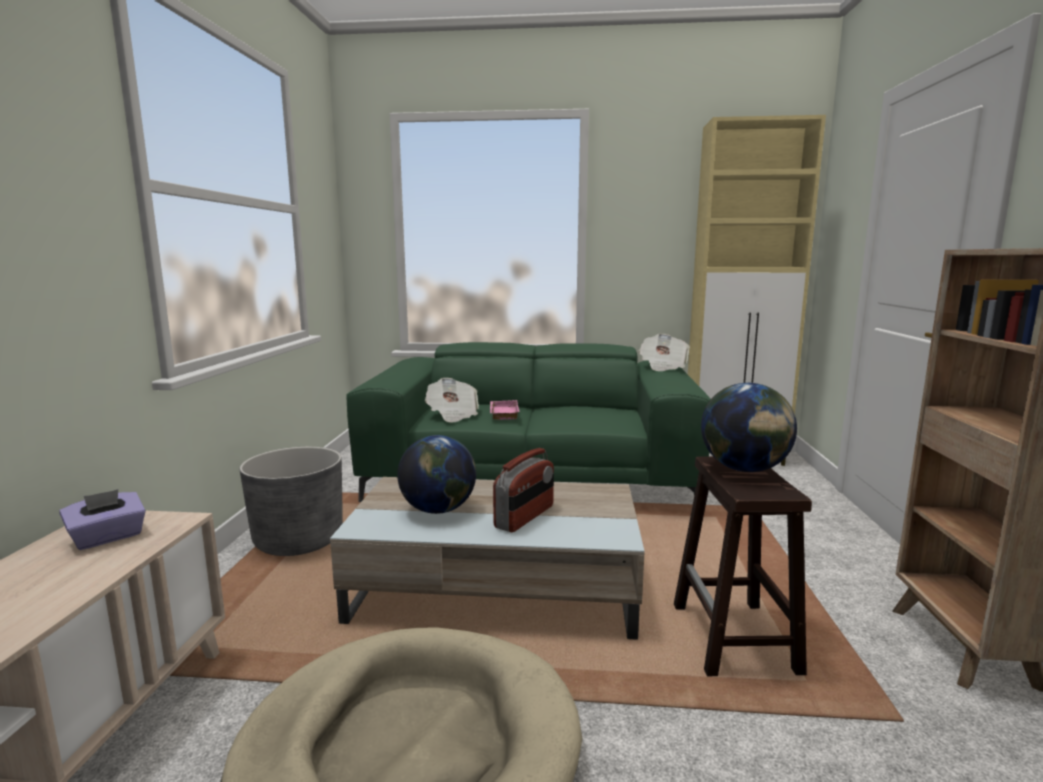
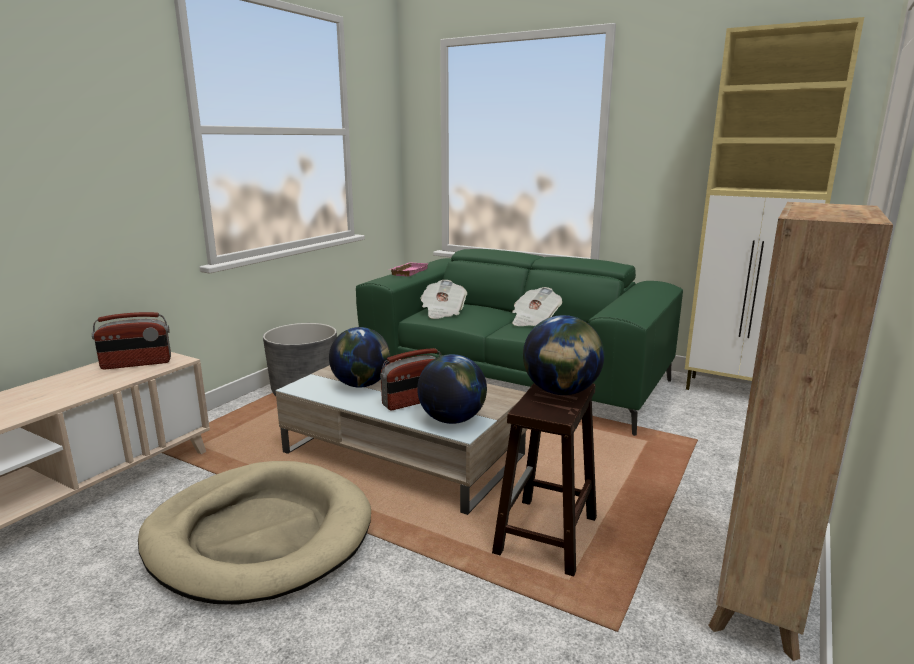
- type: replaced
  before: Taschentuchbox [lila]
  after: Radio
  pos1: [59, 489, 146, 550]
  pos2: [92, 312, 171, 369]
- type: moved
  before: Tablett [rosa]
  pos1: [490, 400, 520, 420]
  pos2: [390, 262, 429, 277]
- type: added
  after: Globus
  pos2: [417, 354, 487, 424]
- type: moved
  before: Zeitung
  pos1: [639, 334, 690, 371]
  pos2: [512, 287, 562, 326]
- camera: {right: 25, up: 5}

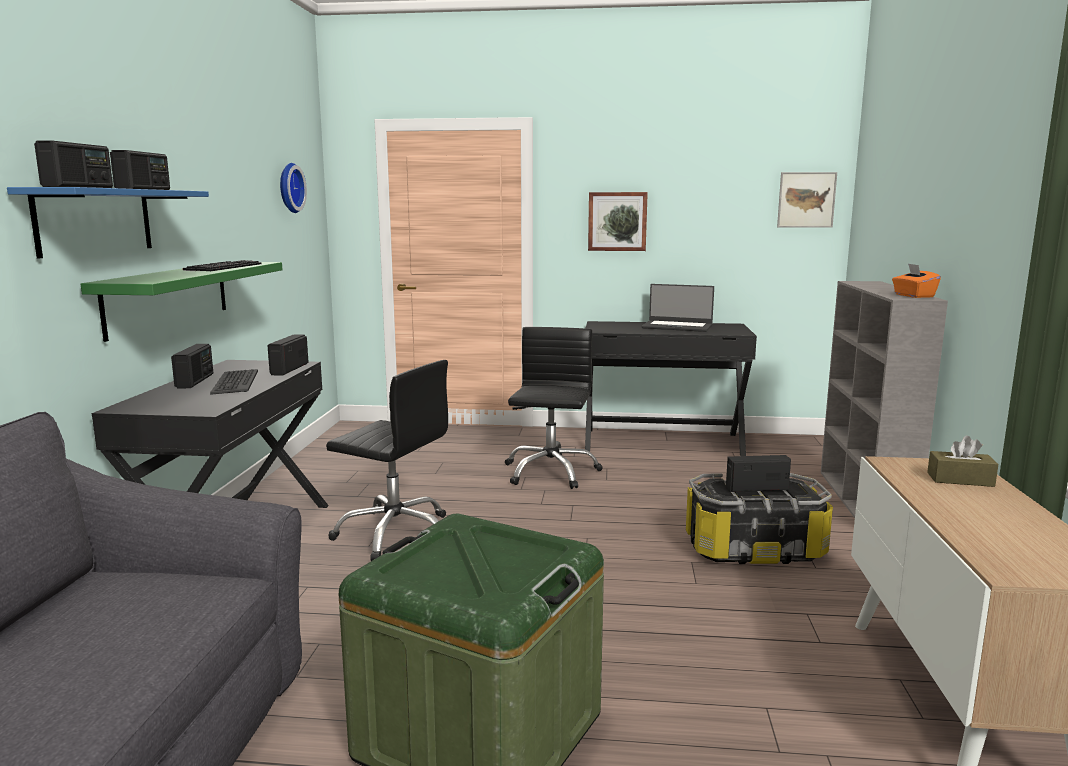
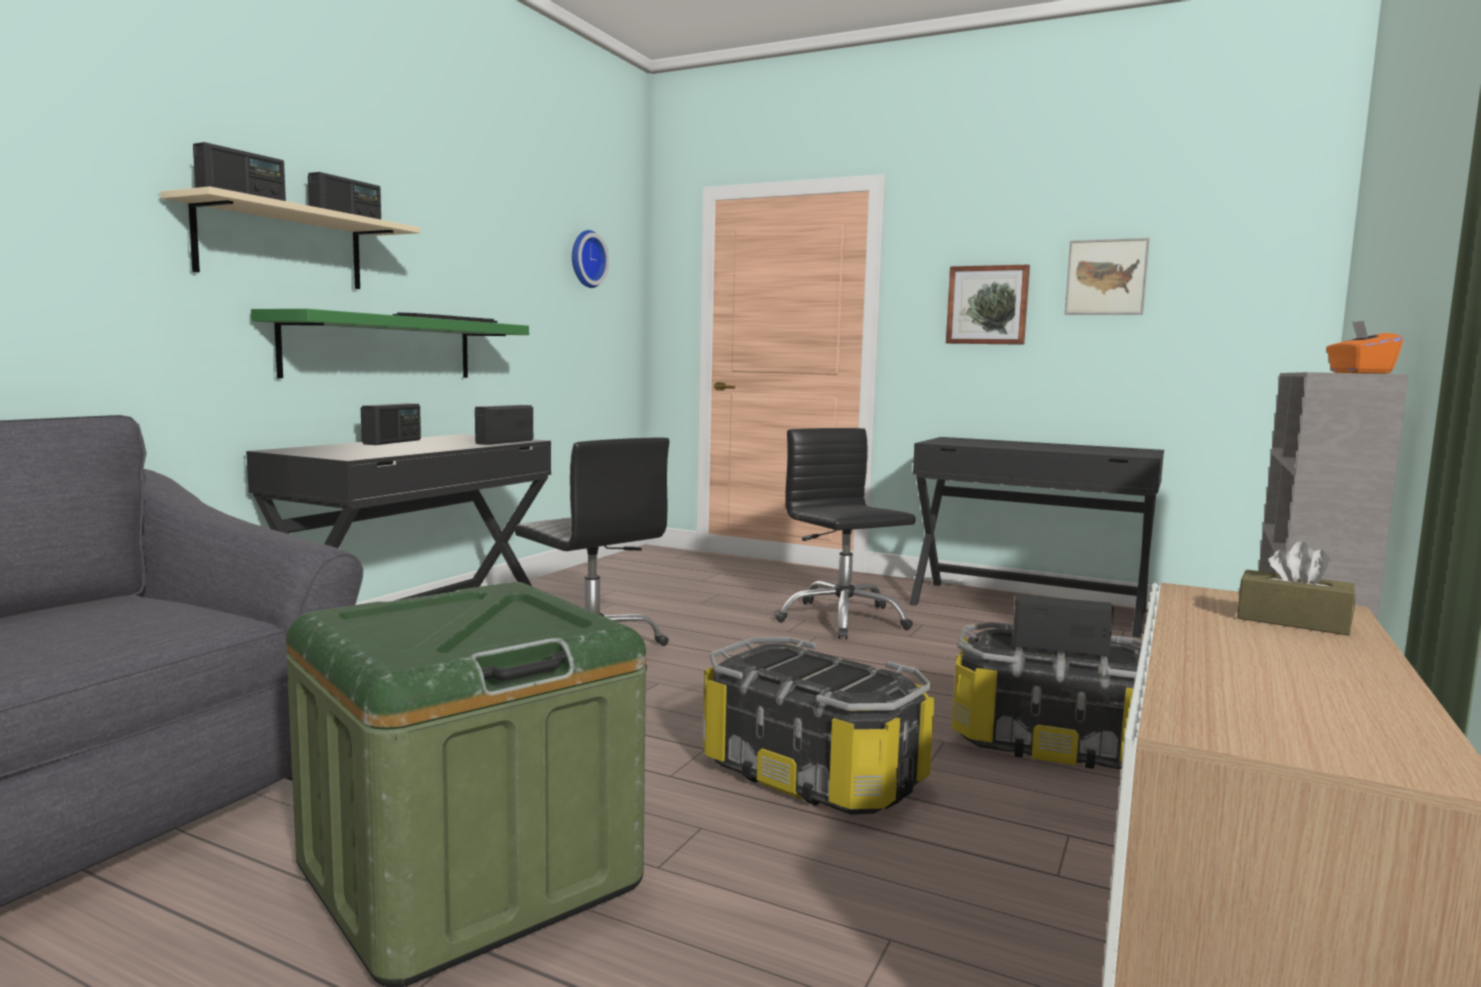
- type: recoloured
  before: Wandregal [blau]
  after: Wandregal [beige]
  pos1: [7, 187, 209, 258]
  pos2: [160, 186, 420, 289]
- type: added
  after: Aufbewahrungsbox
  pos2: [702, 637, 935, 815]
- type: turned
  before: Bürostuhl [schwarz]
  pos1: [505, 327, 603, 489]
  pos2: [775, 428, 916, 639]
  turn: -60
- type: moved
  before: Bild
  pos1: [777, 172, 837, 228]
  pos2: [1064, 238, 1150, 315]
- type: removed
  before: Tastatur
  pos1: [210, 369, 258, 395]
- type: removed
  before: Laptop
  pos1: [642, 284, 714, 332]
- camera: {right: 20, up: -5}

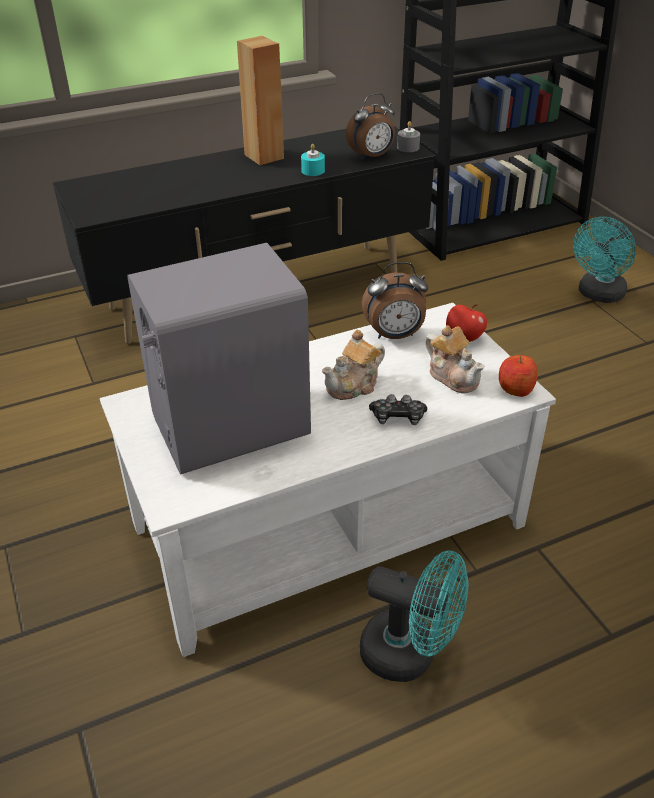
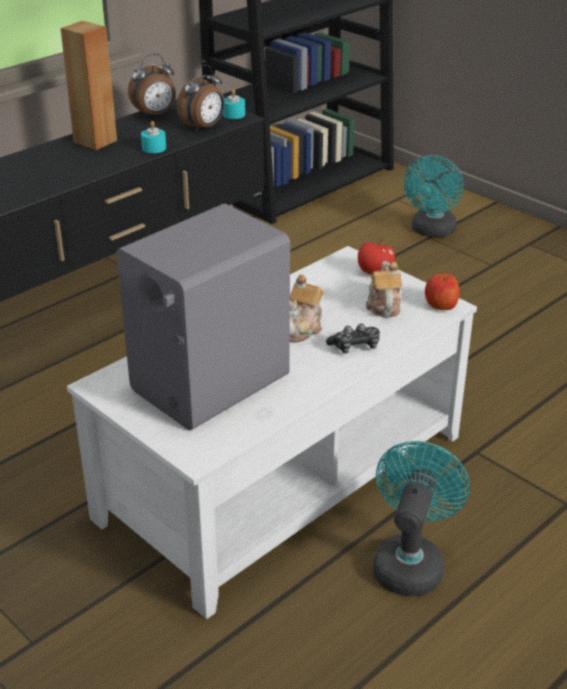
- type: moved
  before: Wecker
  pos1: [362, 262, 428, 339]
  pos2: [128, 54, 176, 118]
- type: recoloured
  before: Kerze [grau]
  after: Kerze [türkis]
  pos1: [397, 121, 420, 152]
  pos2: [223, 89, 245, 119]
- type: turned
  before: Teekanne
  pos1: [425, 325, 485, 394]
  pos2: [366, 261, 402, 317]
  turn: -120
- type: turned
  before: Ventilator [türkis]
  pos1: [360, 550, 469, 682]
  pos2: [373, 441, 469, 596]
  turn: -75
- camera: {right: -20, up: -5}

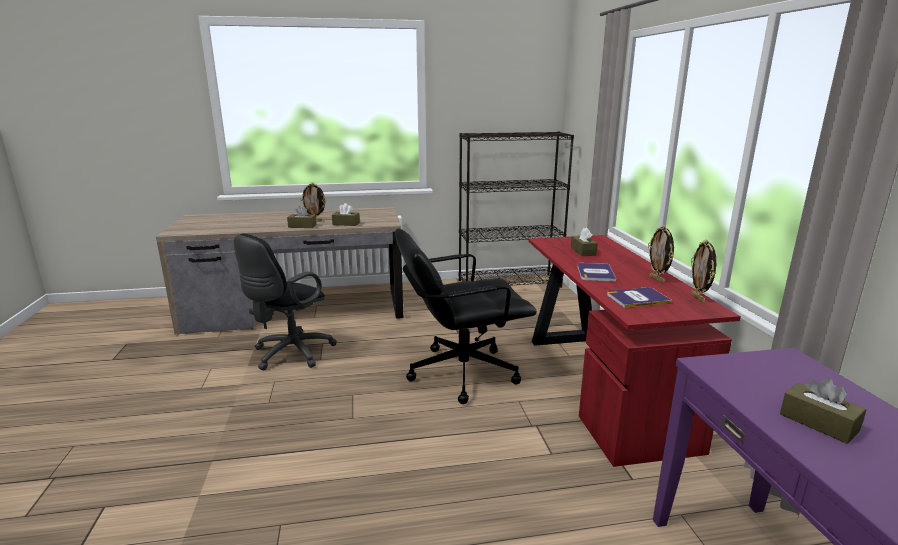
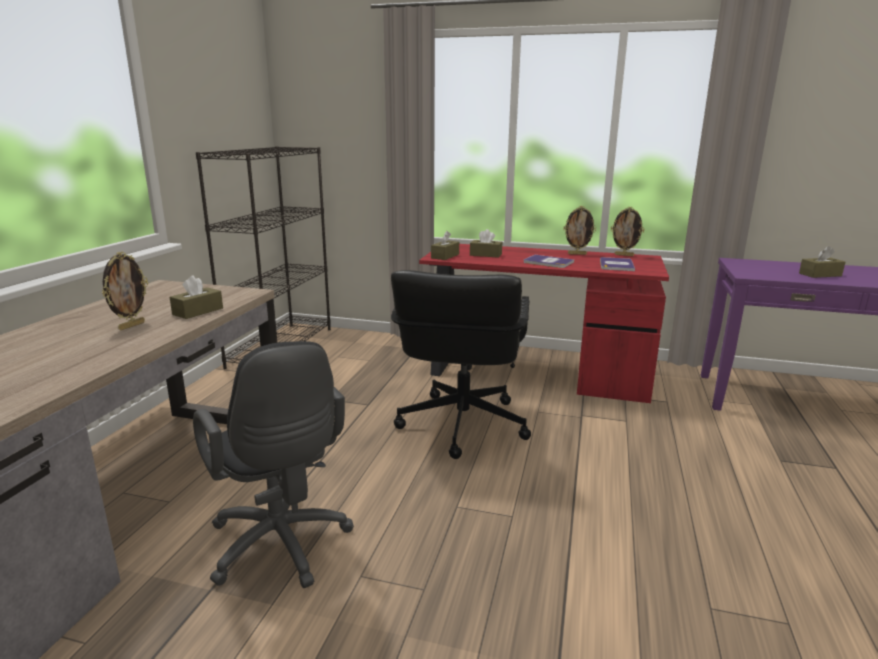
- type: moved
  before: Taschentuchbox [braun]
  pos1: [287, 206, 316, 228]
  pos2: [431, 231, 459, 260]
- camera: {right: -65, up: 0}

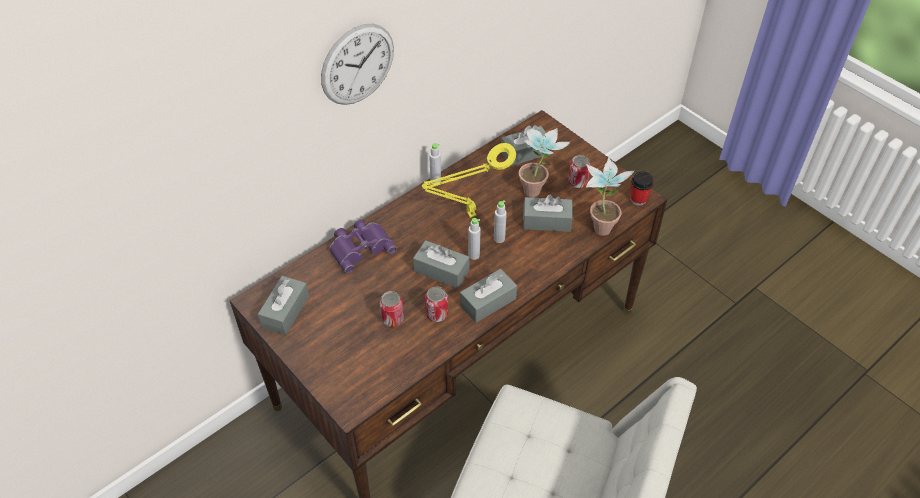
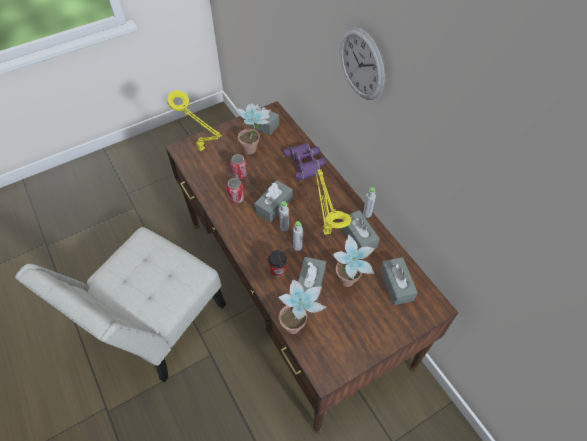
- type: added
  after: Tischlampe [gelb]
  pos2: [167, 91, 222, 152]
- type: added
  after: Topfpflanze
  pos2: [235, 103, 271, 154]
- type: moved
  before: Tasse
  pos1: [630, 171, 654, 206]
  pos2: [268, 250, 287, 277]
- type: moved
  before: Taschentuchbox [grau]
  pos1: [460, 269, 517, 323]
  pos2: [341, 210, 380, 249]
- type: removed
  before: Dose
  pos1: [568, 155, 590, 188]
- camera: {right: 100, up: 5}

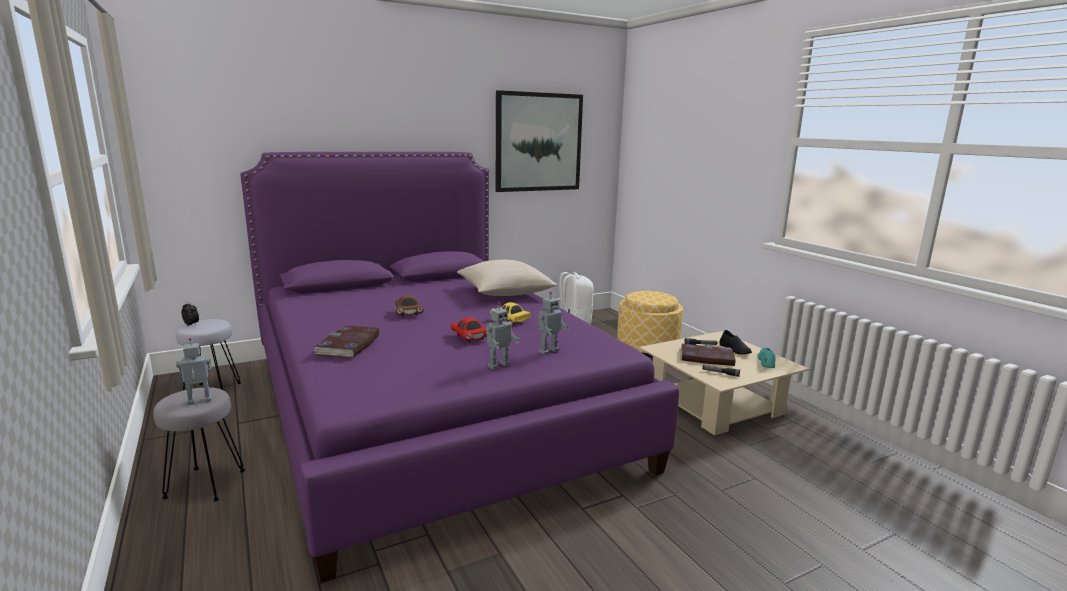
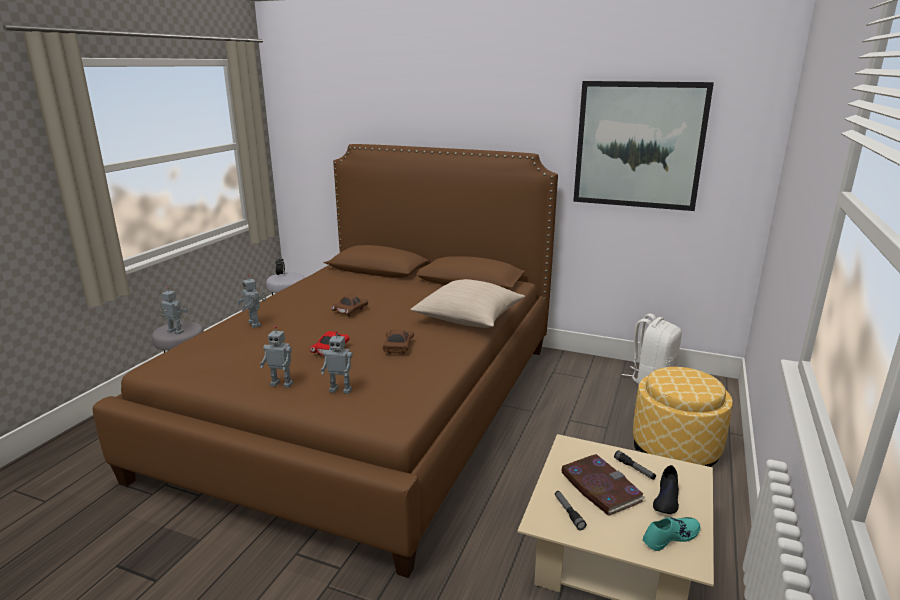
- type: recoloured
  before: Bett [lila]
  after: Bett [braun]
  pos1: [240, 152, 679, 583]
  pos2: [92, 144, 558, 578]
- type: replaced
  before: Buch
  after: Spielzeugroboter
  pos1: [314, 326, 379, 358]
  pos2: [237, 274, 266, 328]
- type: recoloured
  before: Spielzeugauto [gelb]
  after: Spielzeugauto [braun]
  pos1: [490, 302, 531, 324]
  pos2: [383, 329, 414, 353]
- camera: {right: 50, up: 5}

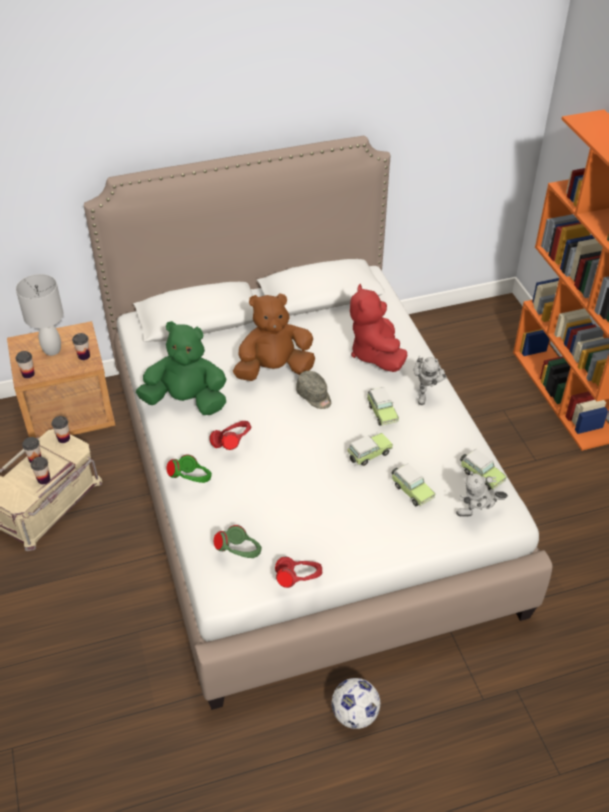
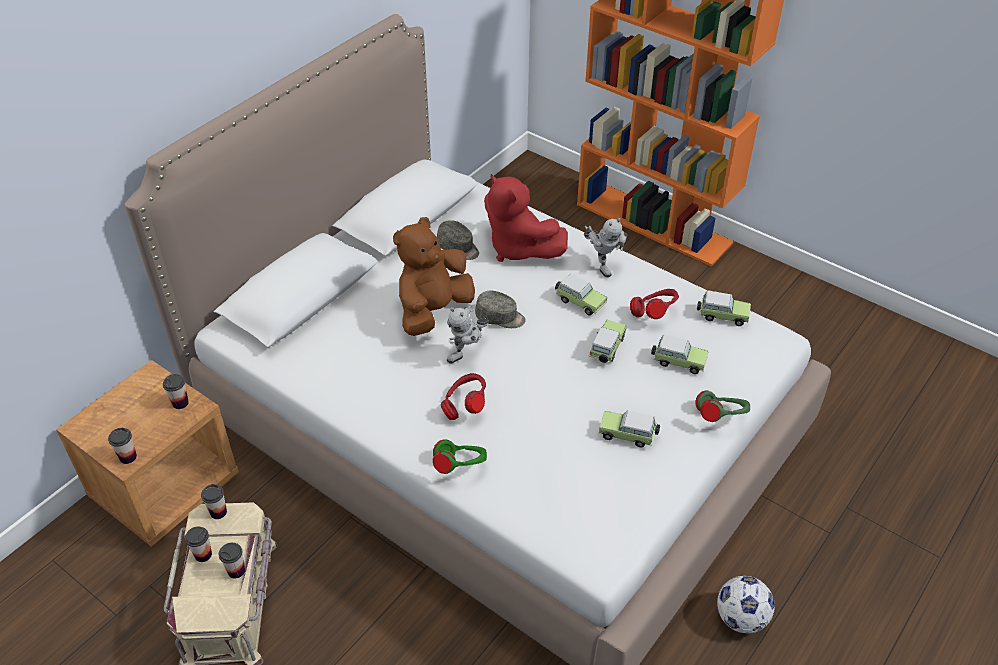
- type: added
  after: Kappe [grau]
  pos2: [437, 220, 479, 260]
- type: moved
  before: Spielzeugroboter
  pos1: [456, 471, 508, 516]
  pos2: [447, 306, 489, 363]
- type: added
  after: Spielzeugauto
  pos2: [599, 411, 660, 447]
- type: moved
  before: Kopfhörer [rot]
  pos1: [275, 557, 322, 588]
  pos2: [630, 289, 679, 319]
- type: moved
  before: Kopfhörer [grün]
  pos1: [214, 525, 262, 558]
  pos2: [695, 390, 750, 422]
- type: removed
  before: Tischlampe [weiß]
  pos1: [16, 274, 64, 356]
- type: removed
  before: Plüschtier [grün]
  pos1: [136, 321, 226, 415]
- camera: {right: -35, up: 0}

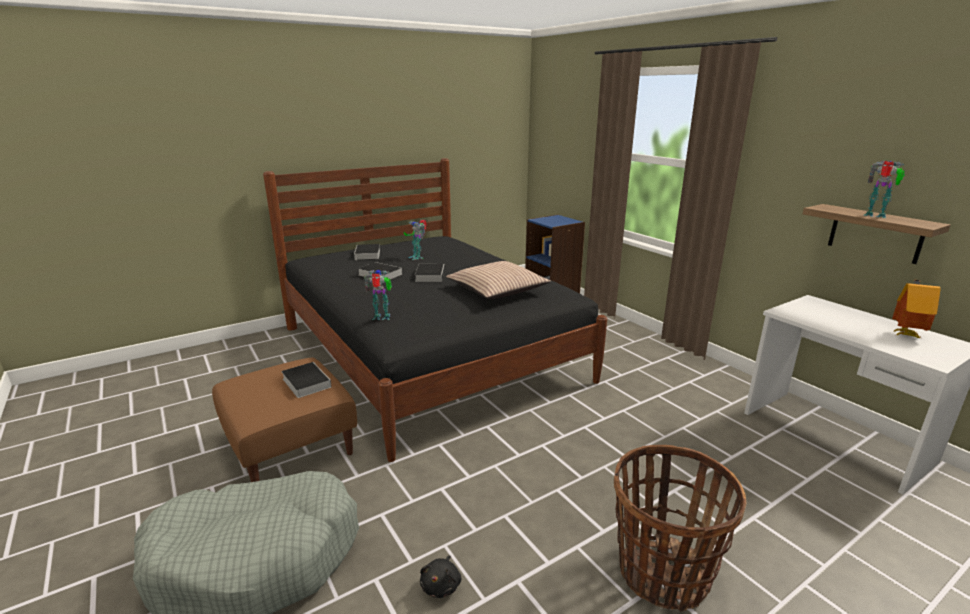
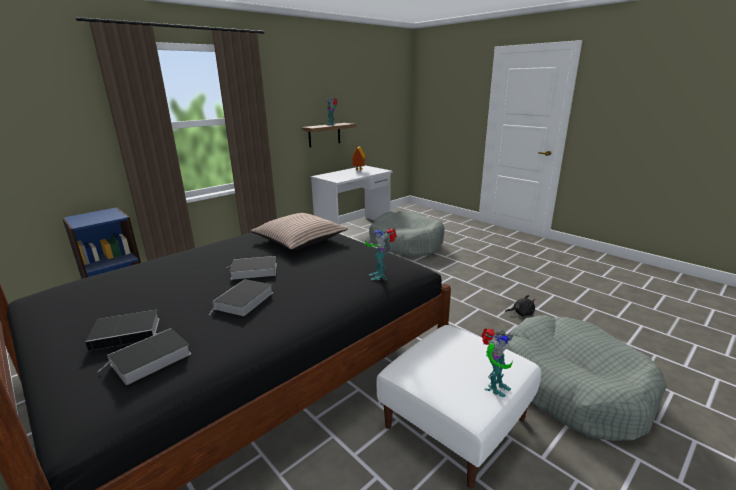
- type: moved
  before: Buch
  pos1: [281, 362, 332, 398]
  pos2: [97, 328, 191, 385]
- type: added
  after: Hundebett [grau]
  pos2: [369, 211, 445, 257]
- type: recoloured
  before: Polsterhocker [braun]
  after: Polsterhocker [weiß]
  pos1: [212, 358, 357, 482]
  pos2: [377, 325, 541, 489]
- type: moved
  before: Spielzeugroboter
  pos1: [404, 220, 427, 260]
  pos2: [482, 328, 514, 397]
- type: removed
  before: Korb
  pos1: [614, 445, 746, 612]
- camera: {right: -100, up: 0}

